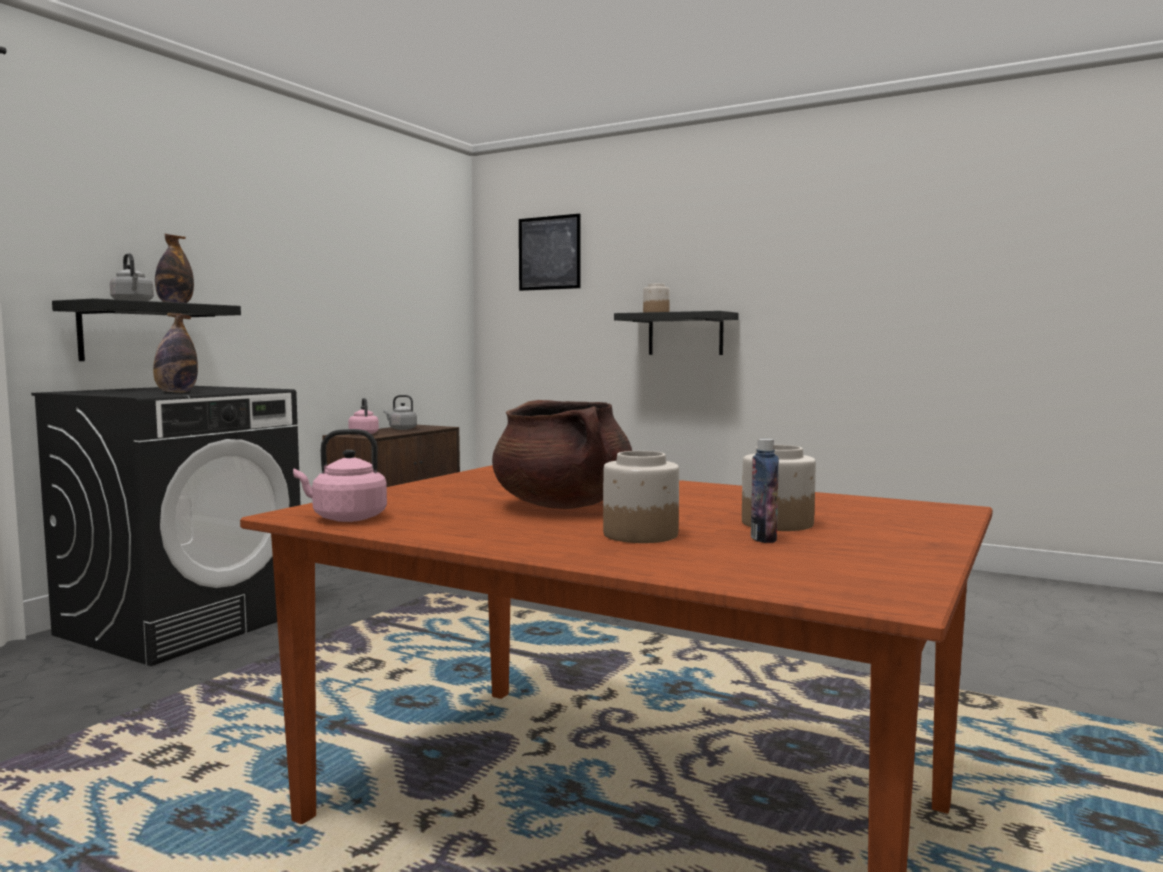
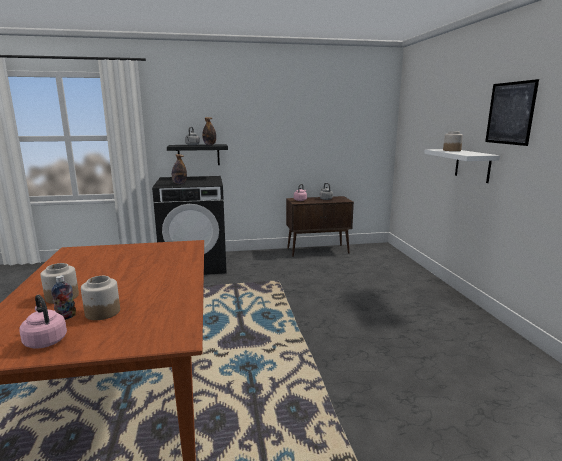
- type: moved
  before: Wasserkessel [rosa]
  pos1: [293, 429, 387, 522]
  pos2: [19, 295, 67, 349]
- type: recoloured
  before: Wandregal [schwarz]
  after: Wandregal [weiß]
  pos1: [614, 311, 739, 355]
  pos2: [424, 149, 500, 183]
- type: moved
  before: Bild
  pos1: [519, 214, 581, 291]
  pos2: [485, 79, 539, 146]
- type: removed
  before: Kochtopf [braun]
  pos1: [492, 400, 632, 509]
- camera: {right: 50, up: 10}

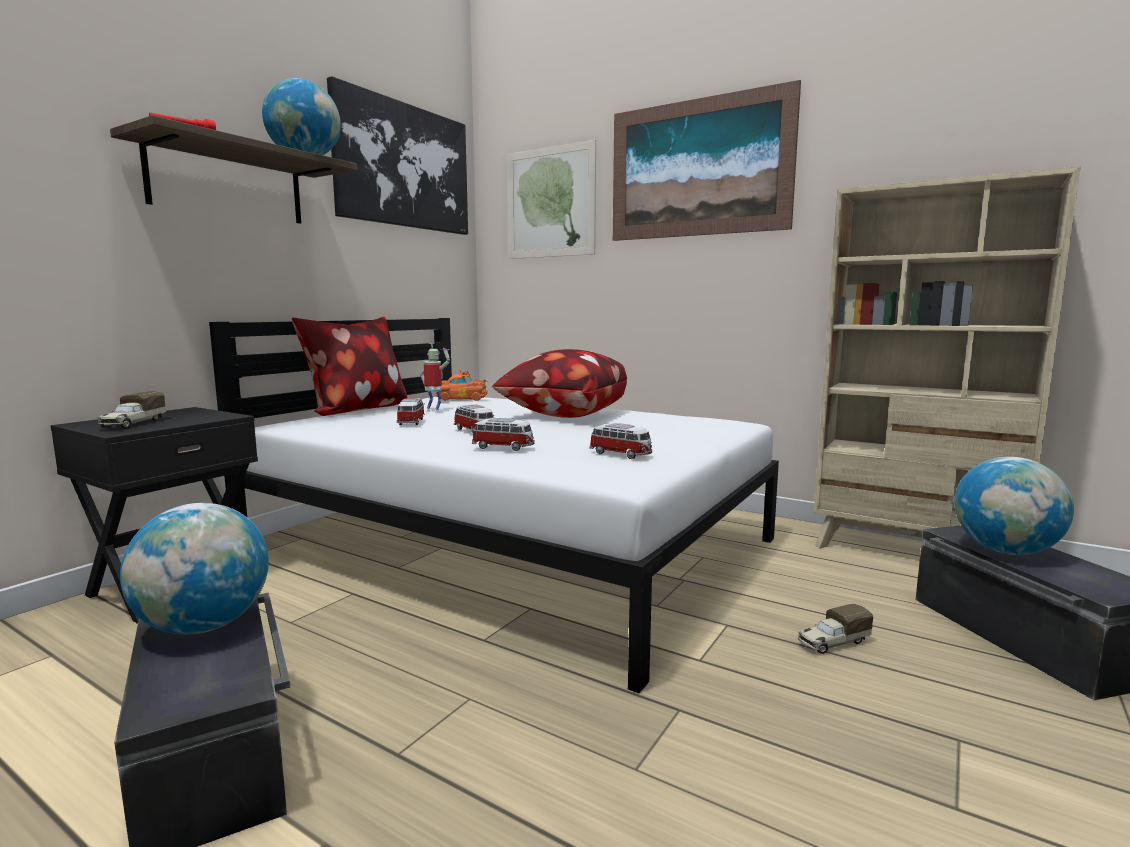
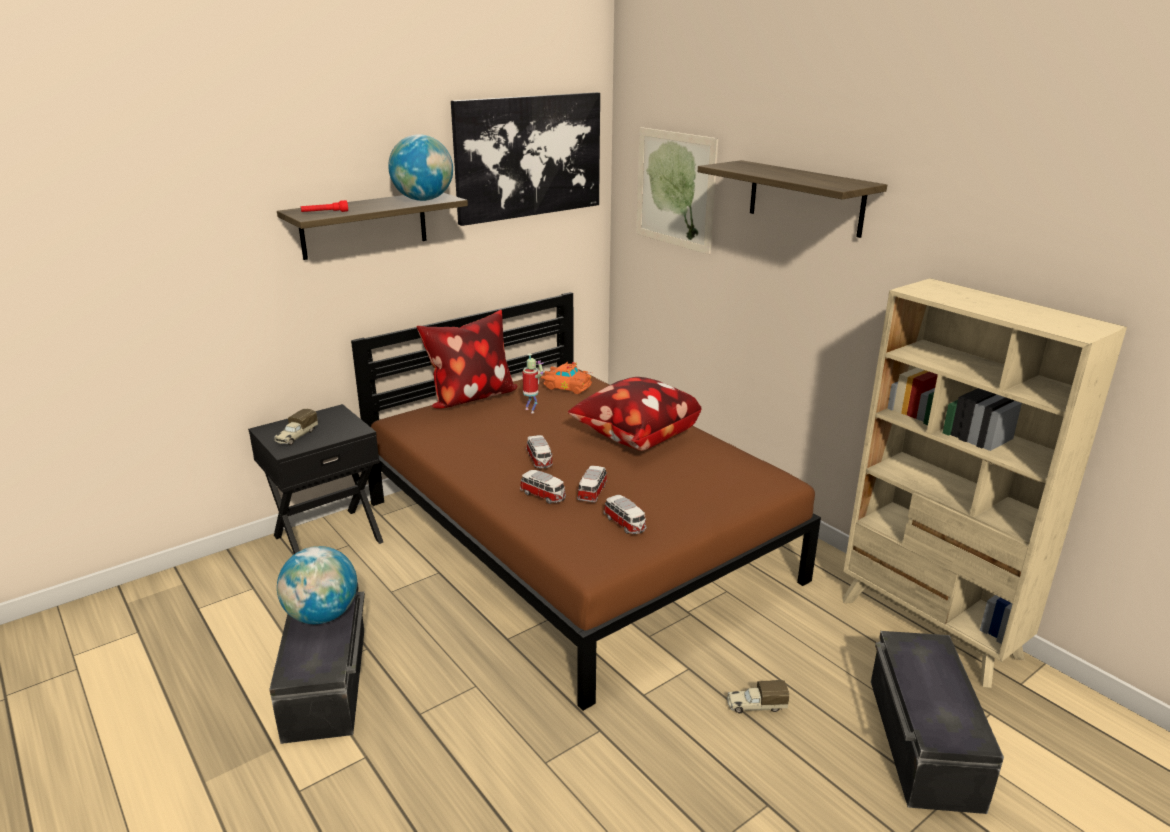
- type: recoloured
  before: Bett [weiß]
  after: Bett [braun]
  pos1: [209, 318, 779, 693]
  pos2: [351, 292, 821, 711]
- type: moved
  before: Spielzeugauto
  pos1: [397, 398, 425, 425]
  pos2: [577, 466, 607, 503]
- type: replaced
  before: Bild
  after: Wandregal
  pos1: [613, 80, 801, 241]
  pos2: [698, 160, 887, 238]
- type: removed
  before: Globus
  pos1: [954, 457, 1074, 555]
- camera: {right: 20, up: 15}

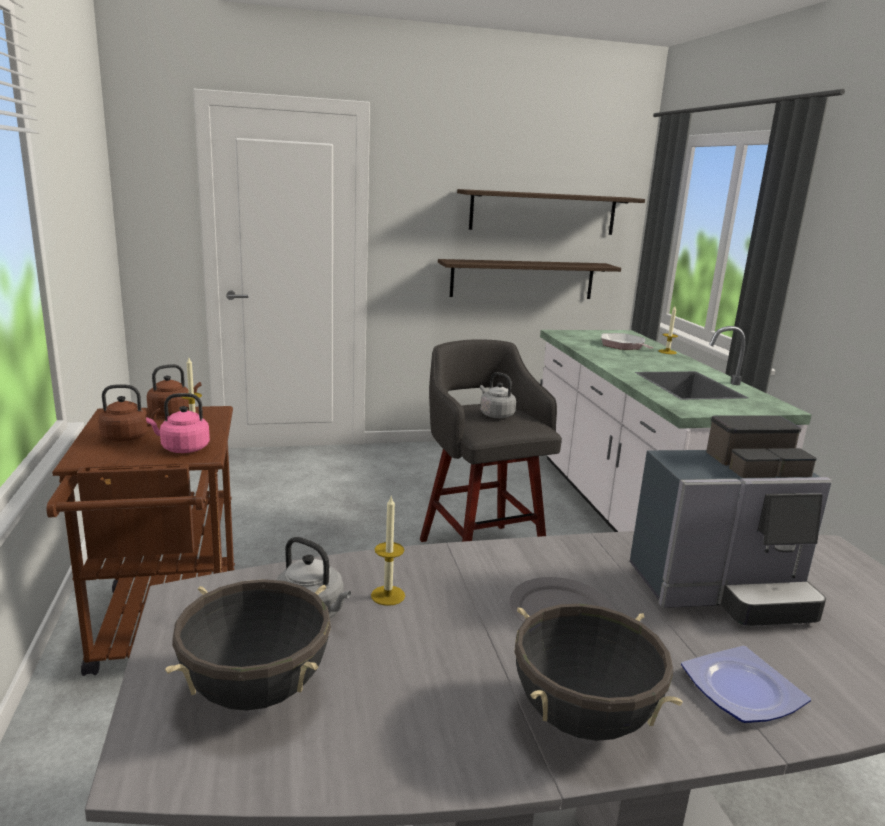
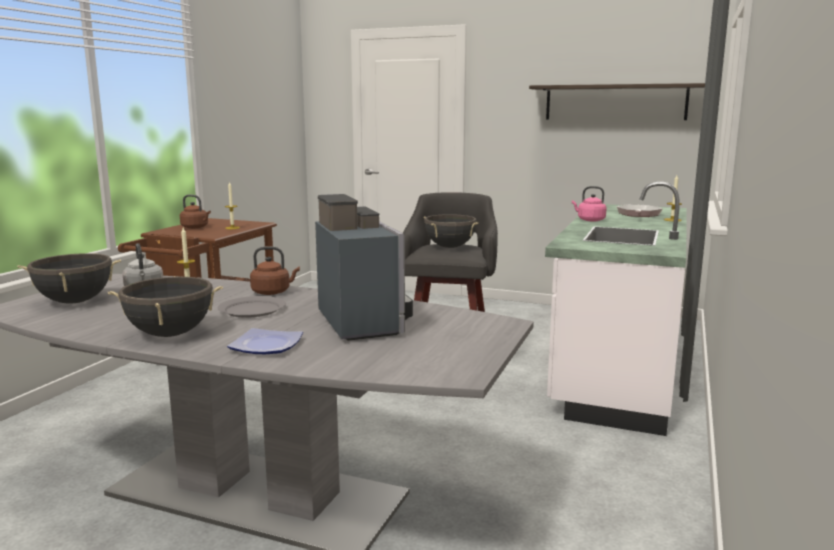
- type: moved
  before: Wasserkessel [braun]
  pos1: [147, 364, 201, 416]
  pos2: [250, 247, 300, 295]
- type: turned
  before: Kaffeemaschine
  pos1: [630, 416, 832, 626]
  pos2: [315, 194, 413, 341]
  turn: -135
- type: replaced
  before: Wasserkessel [grau]
  after: Kochtopf [schwarz]
  pos1: [480, 372, 516, 418]
  pos2: [424, 214, 479, 248]
- type: moved
  before: Wasserkessel [rosa]
  pos1: [146, 393, 210, 453]
  pos2: [572, 186, 606, 222]
- type: removed
  before: Wandregal
  pos1: [438, 259, 621, 299]
- camera: {right: 35, up: -5}

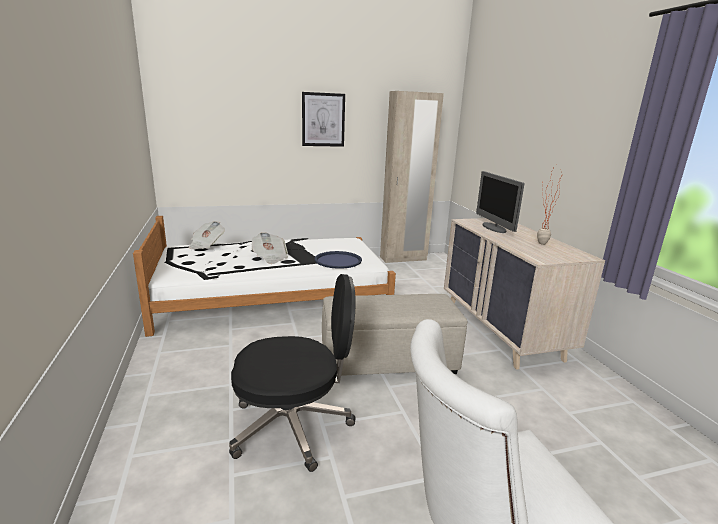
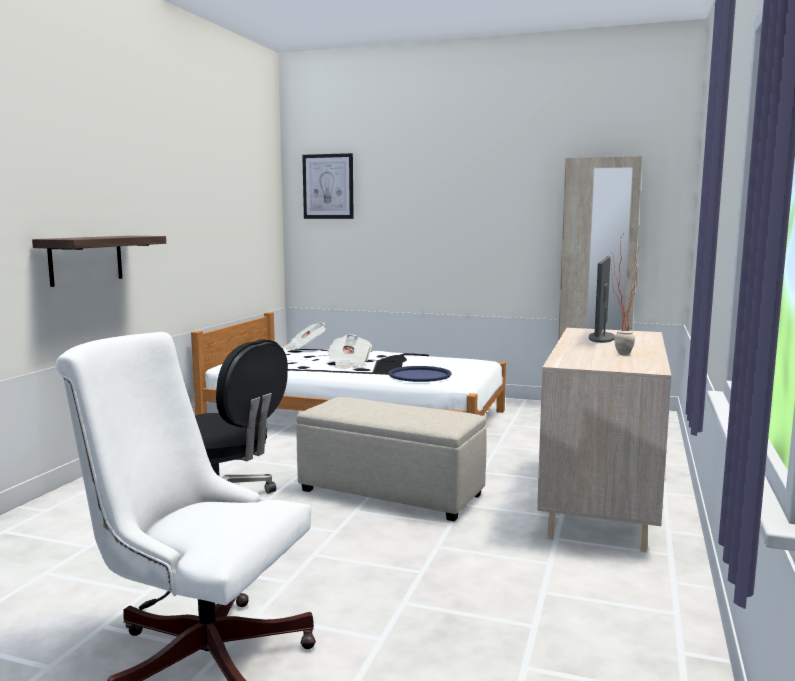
- type: added
  after: Wandregal
  pos2: [32, 236, 166, 287]
- type: moved
  before: Bild
  pos1: [302, 92, 345, 147]
  pos2: [302, 153, 354, 219]
- camera: {right: 35, up: -10}

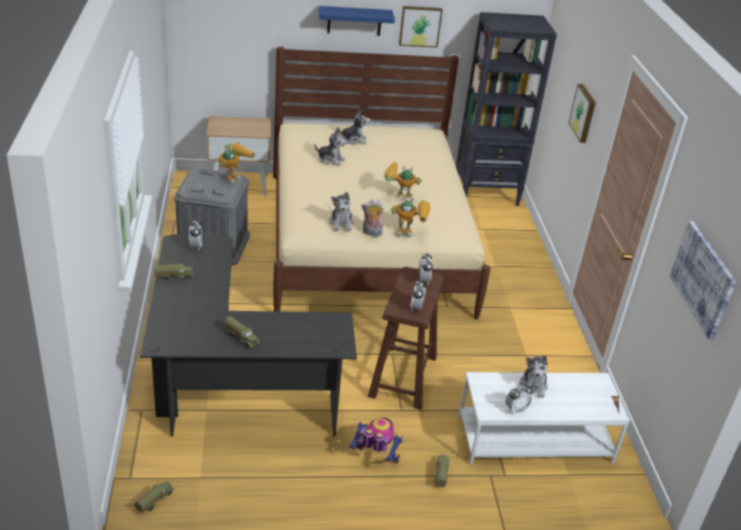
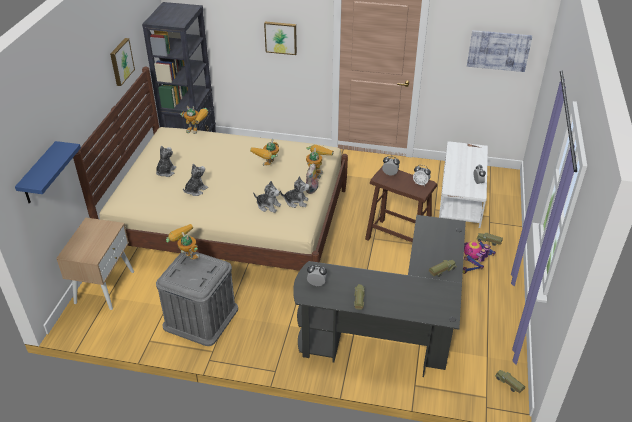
- type: moved
  before: Wandregal [blau]
  pos1: [318, 6, 395, 36]
  pos2: [15, 141, 81, 204]
- type: added
  after: Spielzeugroboter
  pos2: [180, 106, 208, 134]
- type: moved
  before: Plüschtier
  pos1: [519, 355, 548, 398]
  pos2: [253, 181, 281, 213]
- camera: {right: -70, up: 5}

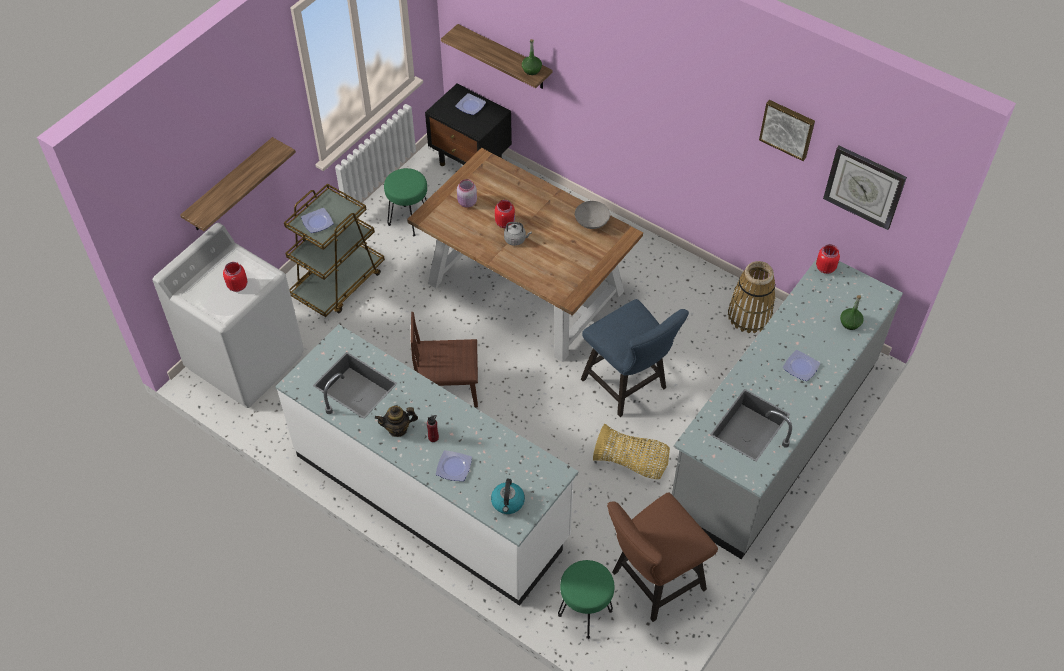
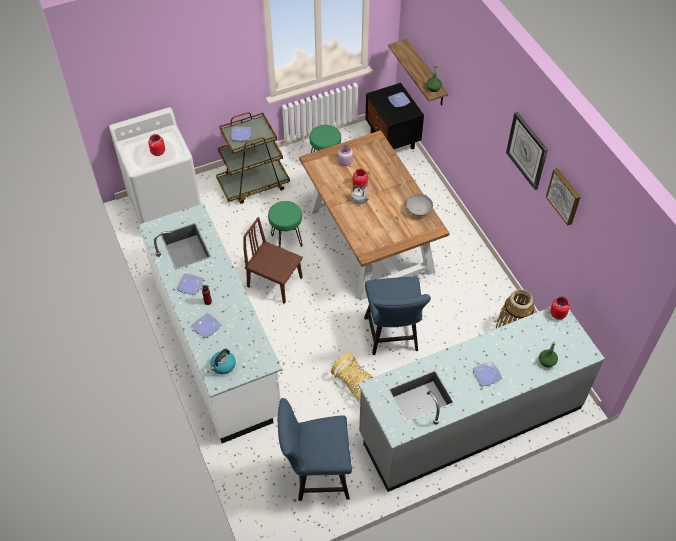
- type: replaced
  before: Teekanne
  after: Teller
  pos1: [375, 406, 418, 437]
  pos2: [177, 273, 204, 295]
- type: moved
  before: Hocker [grün]
  pos1: [558, 560, 614, 639]
  pos2: [268, 201, 302, 247]
- type: recoloured
  before: Stuhl [braun]
  after: Stuhl [blau]
  pos1: [607, 492, 718, 622]
  pos2: [278, 398, 352, 501]
- type: moved
  before: Wanduhr
  pos1: [823, 146, 907, 230]
  pos2: [506, 112, 548, 190]
- type: removed
  before: Wandregal
  pos1: [180, 137, 296, 231]
- camera: {right: 30, up: 0}

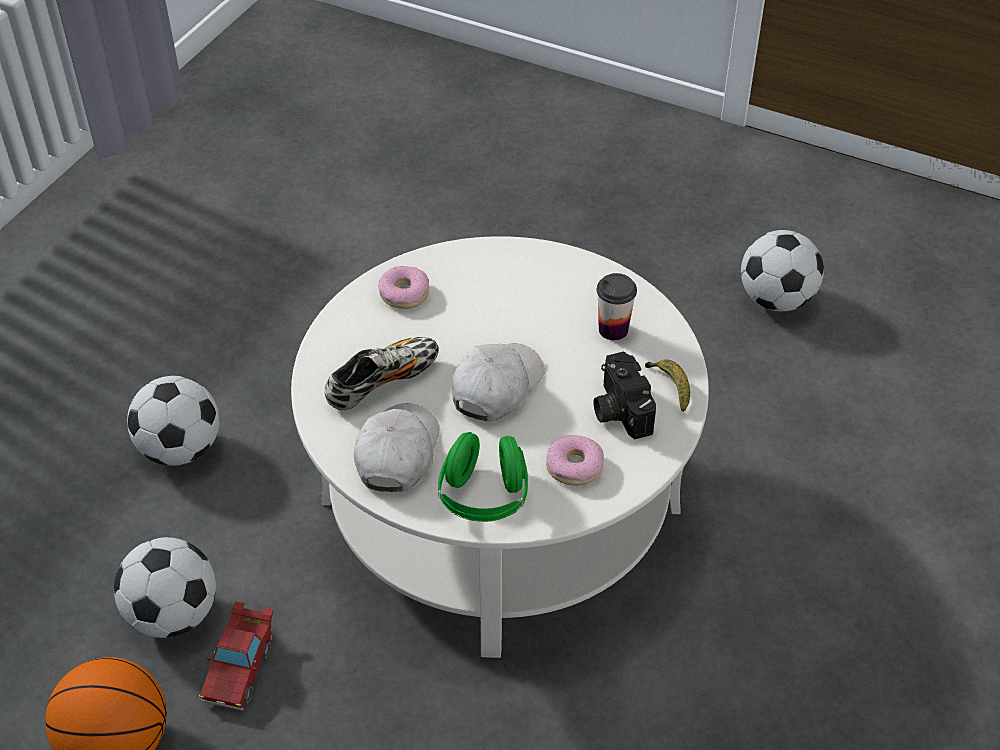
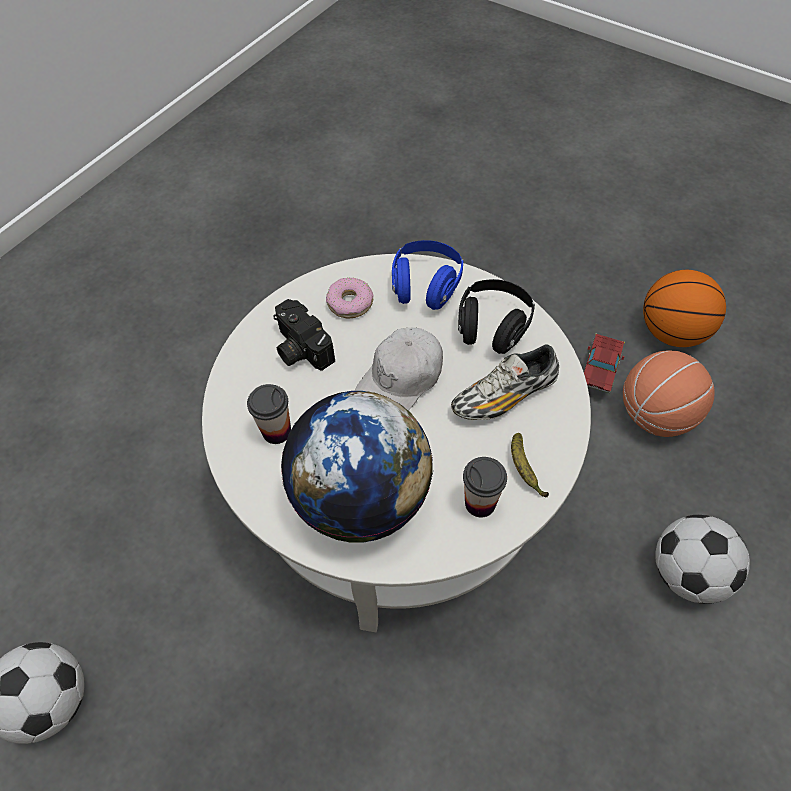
- type: turned
  before: Kamera
  pos1: [593, 351, 656, 439]
  pos2: [274, 299, 335, 371]
  turn: 150
- type: added
  after: Globus
  pos2: [281, 391, 433, 542]
- type: recoloured
  before: Kopfhörer [grün]
  after: Kopfhörer [blau]
  pos1: [438, 432, 528, 522]
  pos2: [392, 240, 463, 310]
- type: replaced
  before: Kappe [weiß]
  after: Kopfhörer [schwarz]
  pos1: [354, 403, 440, 492]
  pos2: [458, 279, 535, 354]
- type: replaced
  before: Donut
  after: Tasse
  pos1: [378, 266, 429, 309]
  pos2: [463, 457, 507, 517]
- type: moved
  before: Banane
  pos1: [645, 360, 690, 412]
  pos2: [511, 433, 549, 497]
- type: replaced
  before: Fußball
  after: Basketball
  pos1: [114, 537, 216, 638]
  pos2: [623, 350, 715, 437]
- camera: {right: -170, up: 10}

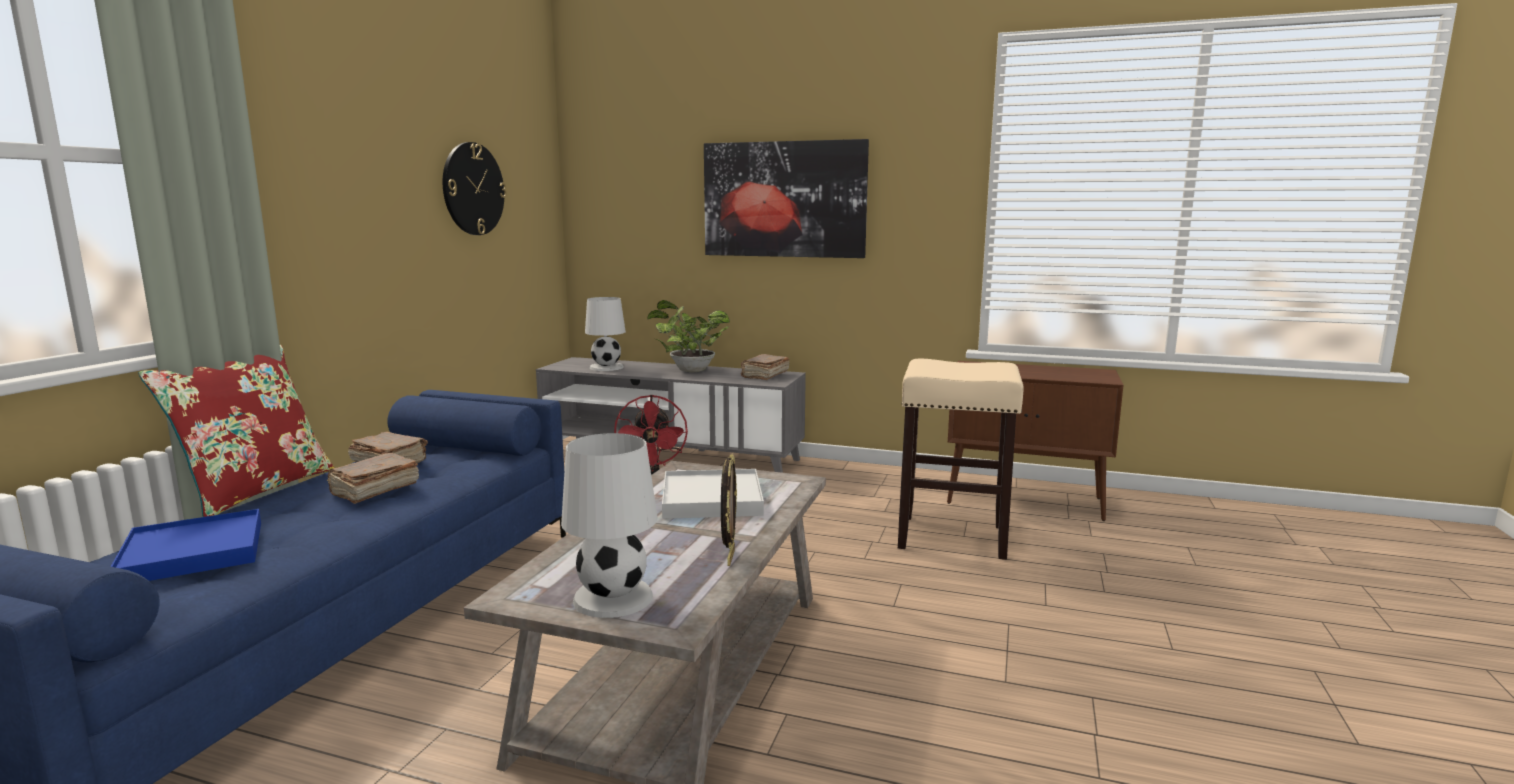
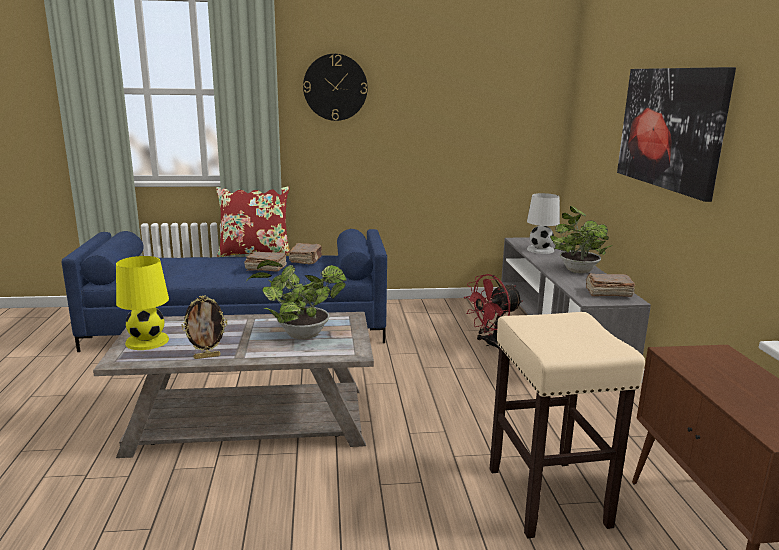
- type: recoloured
  before: Tischlampe [weiß]
  after: Tischlampe [gelb]
  pos1: [561, 433, 658, 618]
  pos2: [116, 256, 169, 350]
- type: replaced
  before: Tablett [weiß]
  after: Topfpflanze
  pos1: [662, 469, 764, 519]
  pos2: [246, 260, 347, 339]
- type: moved
  before: Wanduhr
  pos1: [443, 142, 507, 235]
  pos2: [303, 54, 368, 121]
- type: removed
  before: Tablett [blau]
  pos1: [111, 509, 261, 581]
- camera: {right: 65, up: 5}

